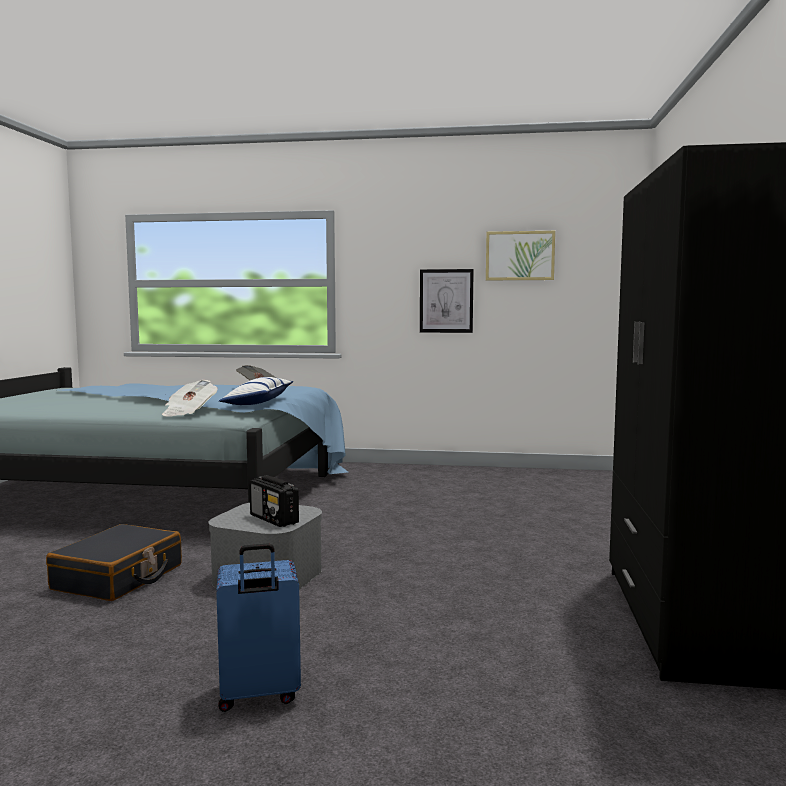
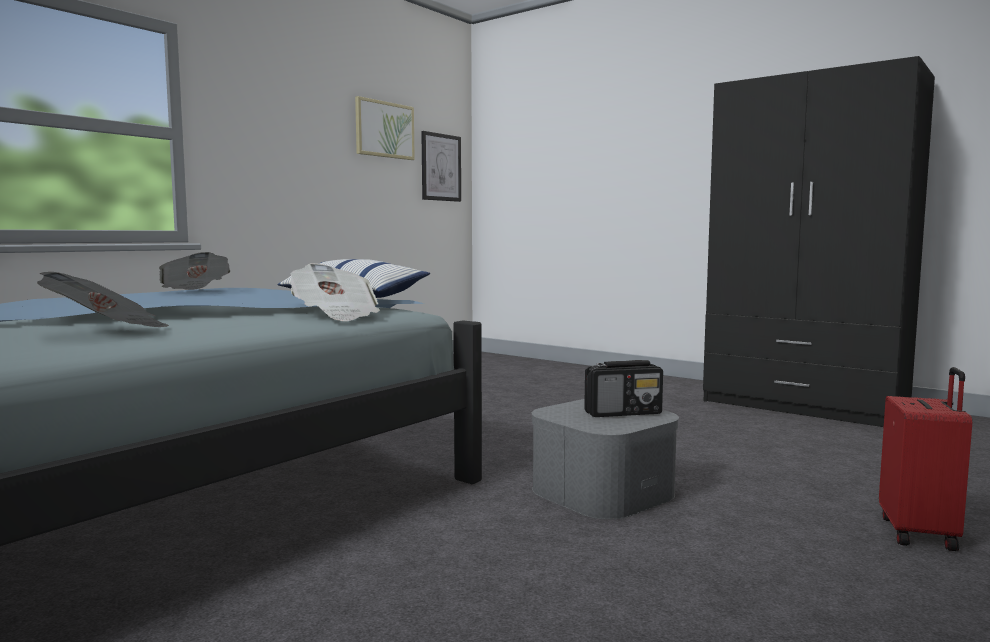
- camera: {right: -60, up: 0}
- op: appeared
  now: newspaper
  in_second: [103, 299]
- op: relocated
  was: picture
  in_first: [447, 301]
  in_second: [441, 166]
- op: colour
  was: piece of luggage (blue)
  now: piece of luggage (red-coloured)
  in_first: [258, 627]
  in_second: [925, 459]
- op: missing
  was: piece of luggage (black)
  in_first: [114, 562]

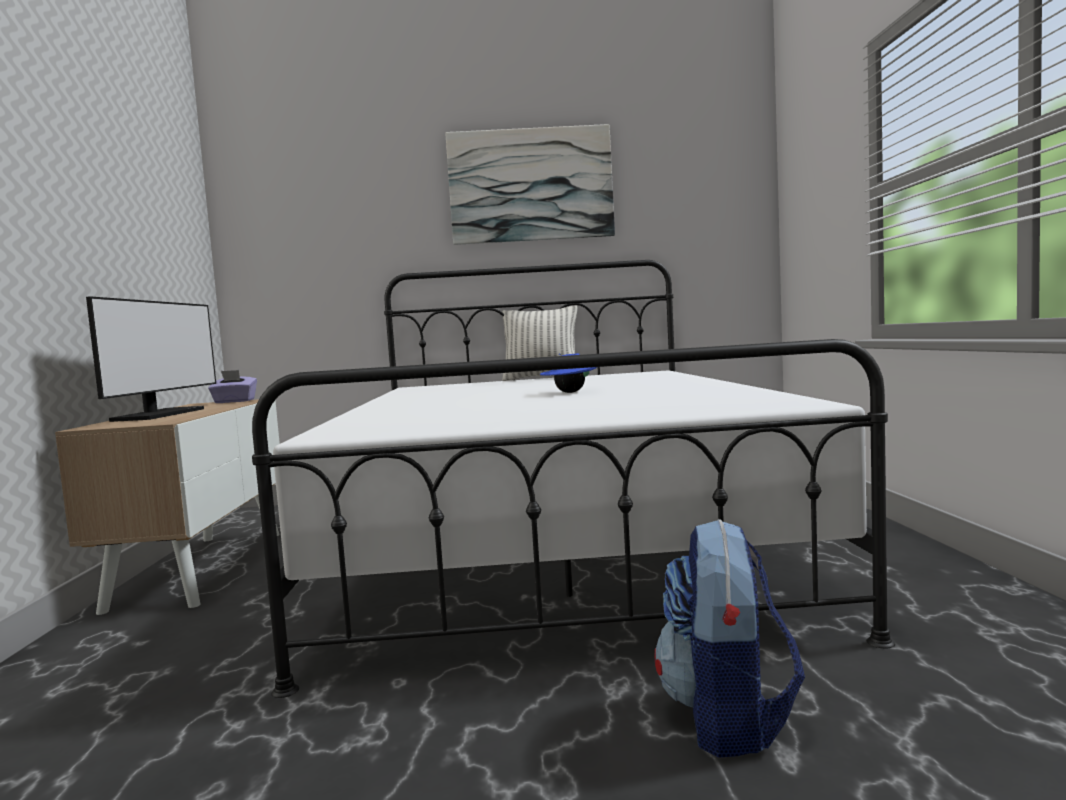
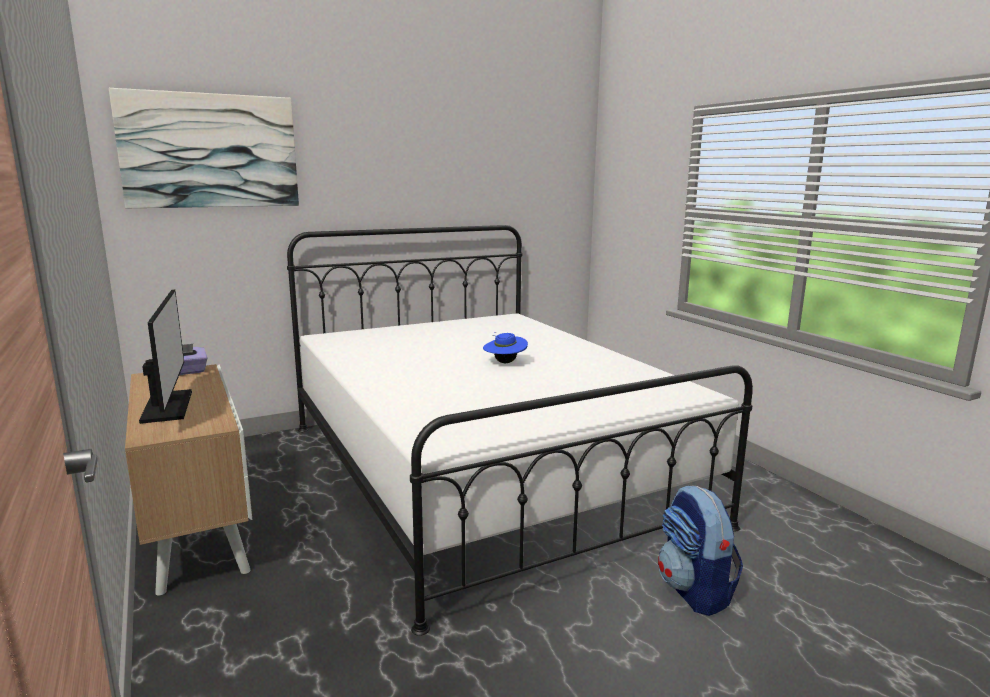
- camera: {right: -25, up: 10}
- op: relocated
  was: picture
  in_first: [530, 184]
  in_second: [204, 148]
- op: missing
  was: throw pillow
  in_first: [540, 343]

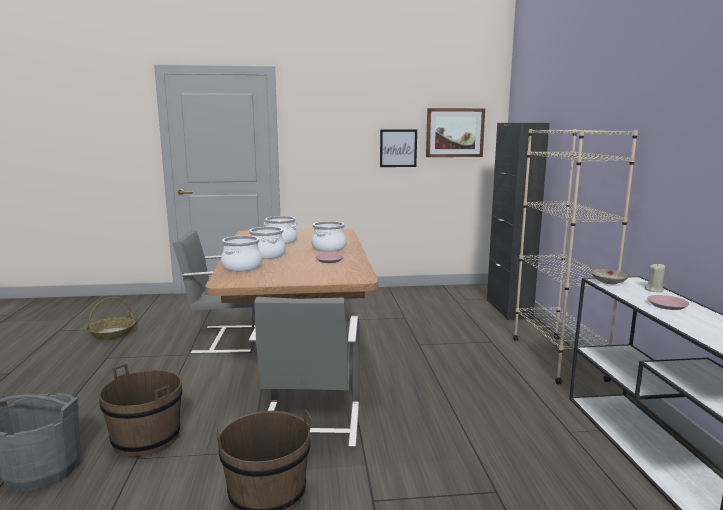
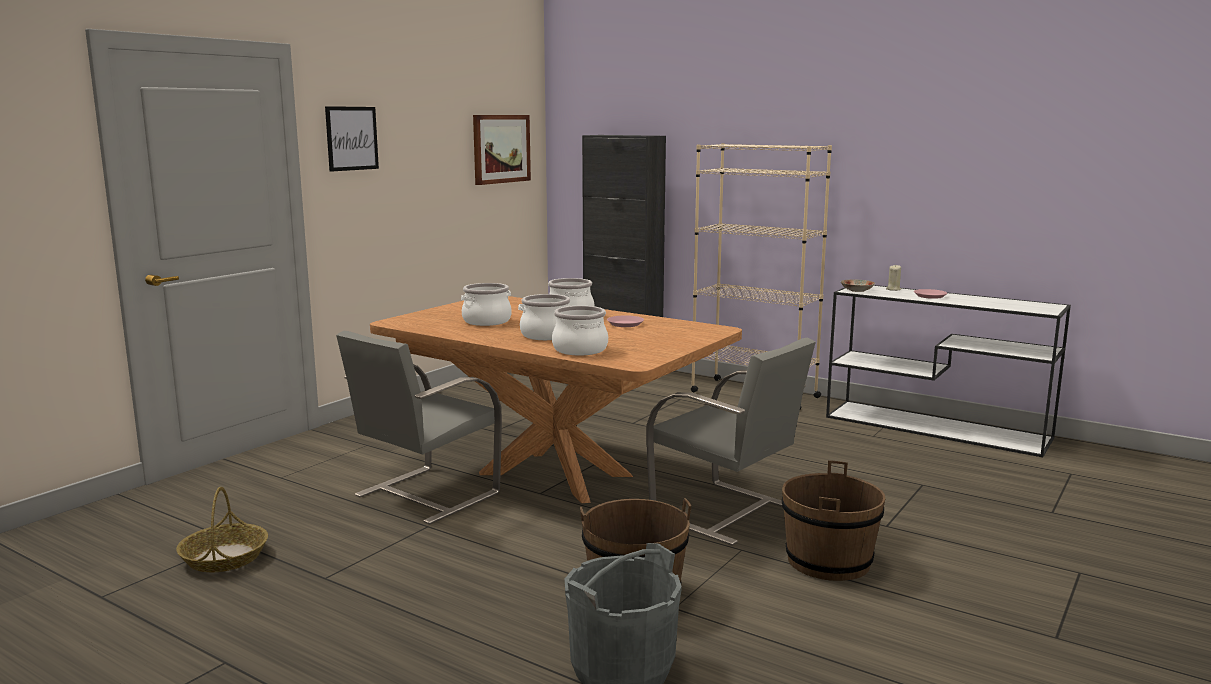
- camera: {right: -50, up: 0}
- op: relocated
  was: picture
  in_first: [398, 148]
  in_second: [352, 139]

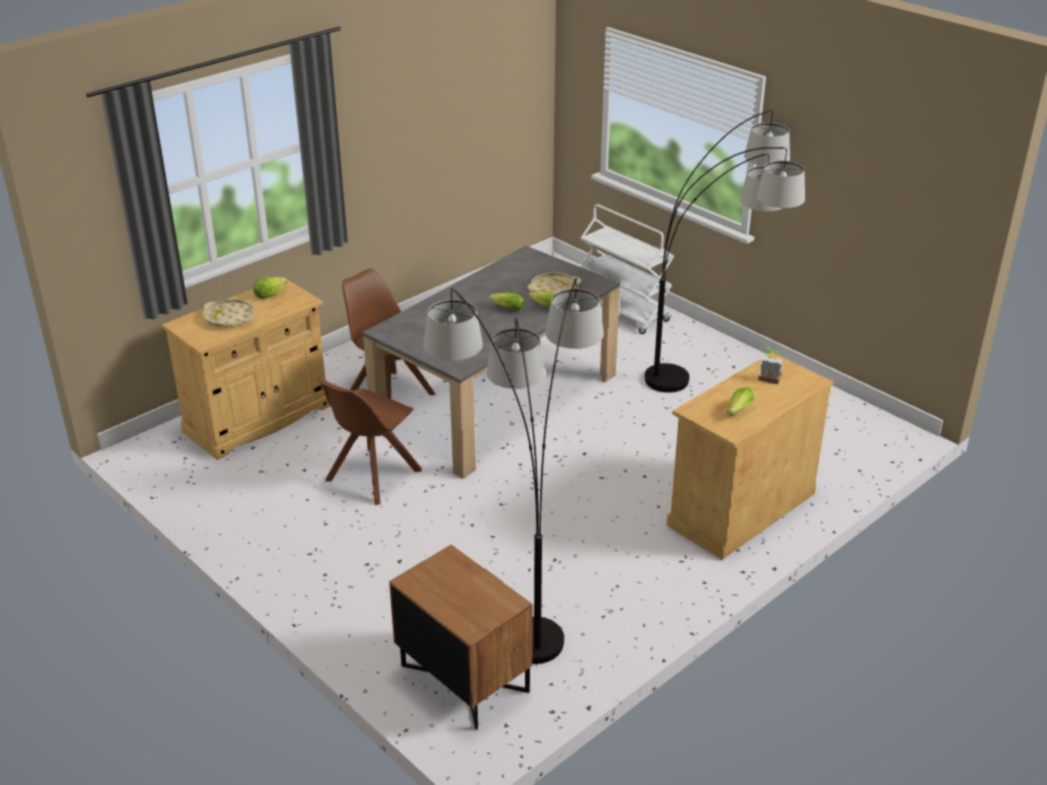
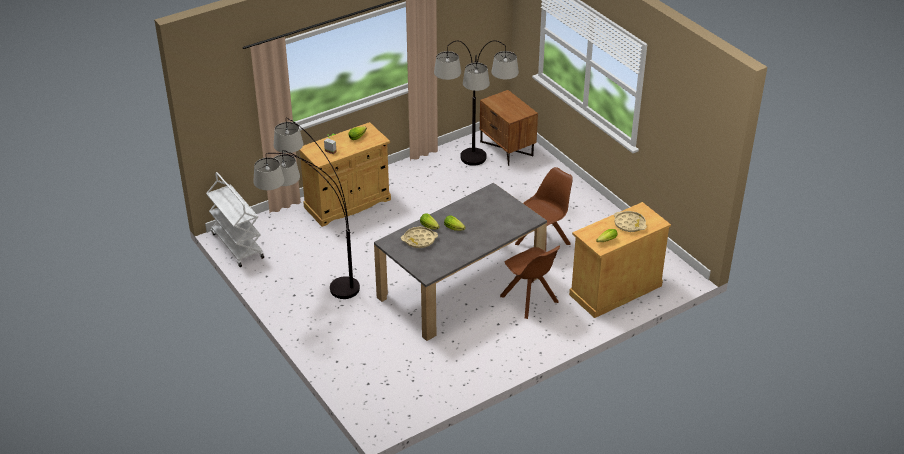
- camera: {right: -170, up: 5}
- op: relocated
  was: cart (white)
  in_first: [627, 269]
  in_second: [235, 219]

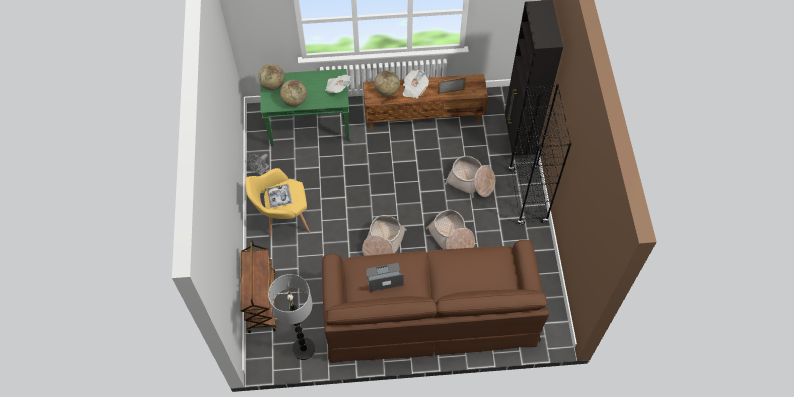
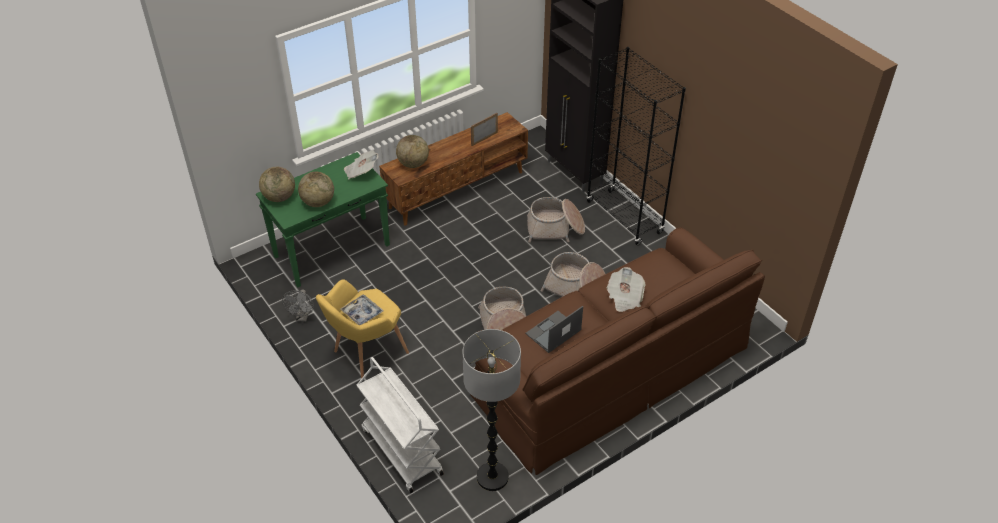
- camera: {right: -30, up: -15}
- op: colour
  was: cart (brown)
  now: cart (white)
  in_first: [258, 287]
  in_second: [400, 425]
- op: relocated
  was: newspaper
  in_first: [416, 84]
  in_second: [626, 289]

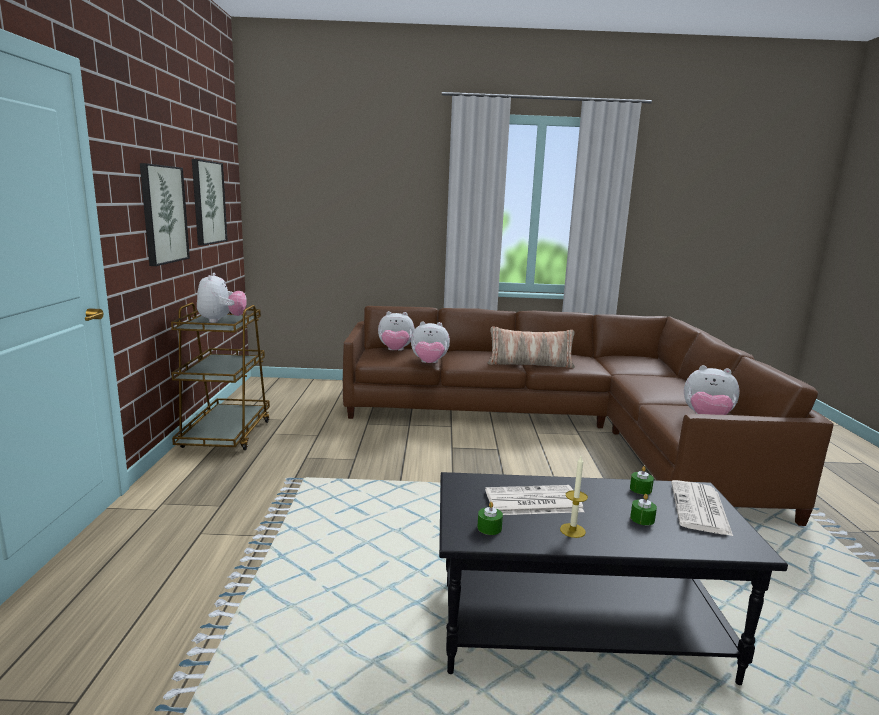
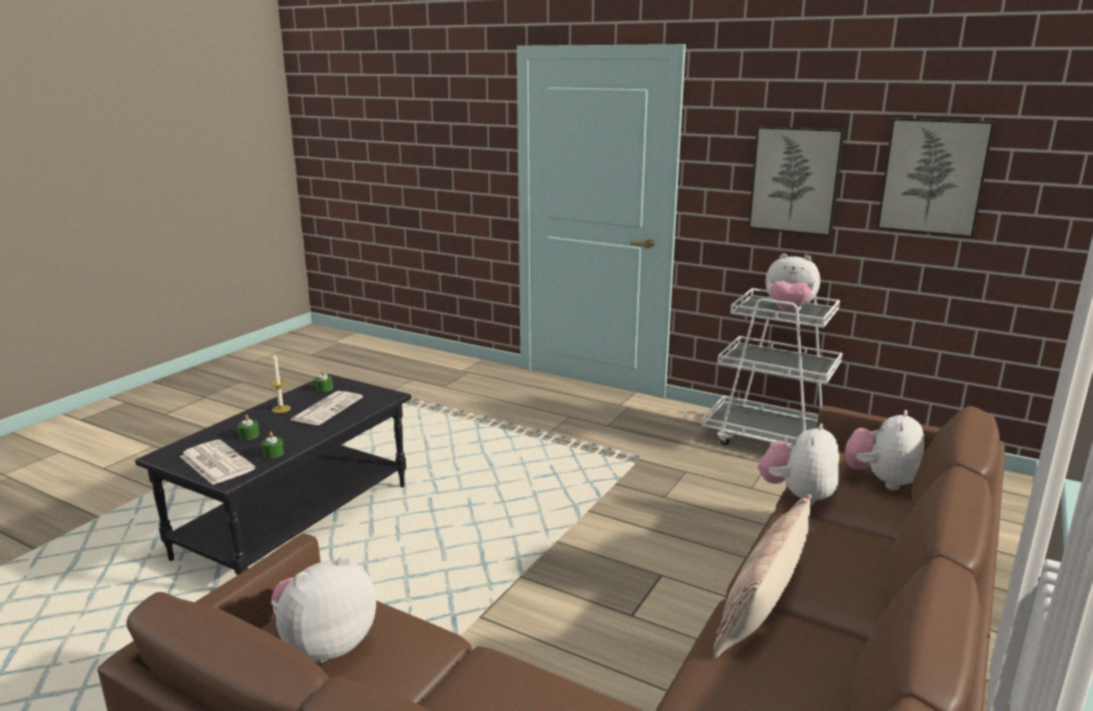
- camera: {right: 120, up: 5}
- op: colour
  was: cart (brown)
  now: cart (white)
  in_first: [220, 376]
  in_second: [772, 367]

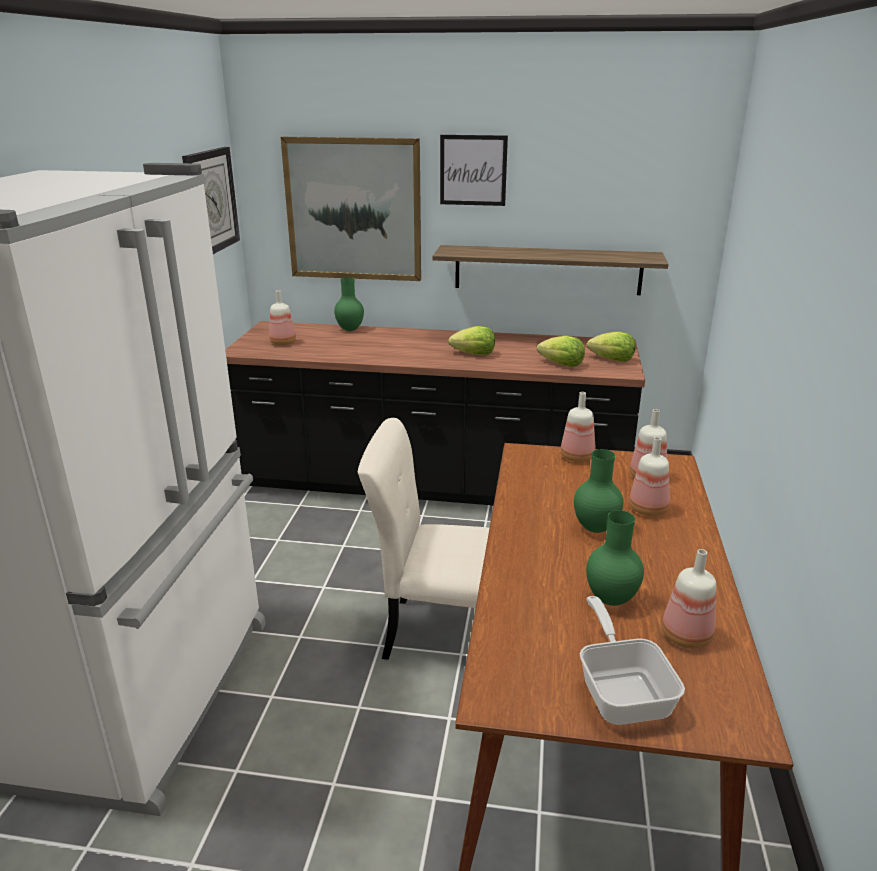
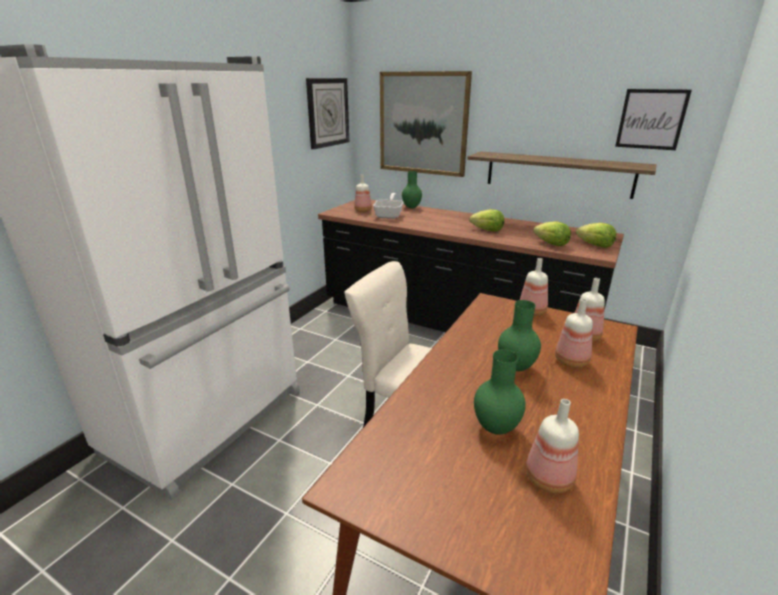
- camera: {right: 20, up: 0}
- op: relocated
  was: frying pan
  in_first: [632, 660]
  in_second: [388, 206]
- op: relocated
  was: picture
  in_first: [474, 170]
  in_second: [653, 119]

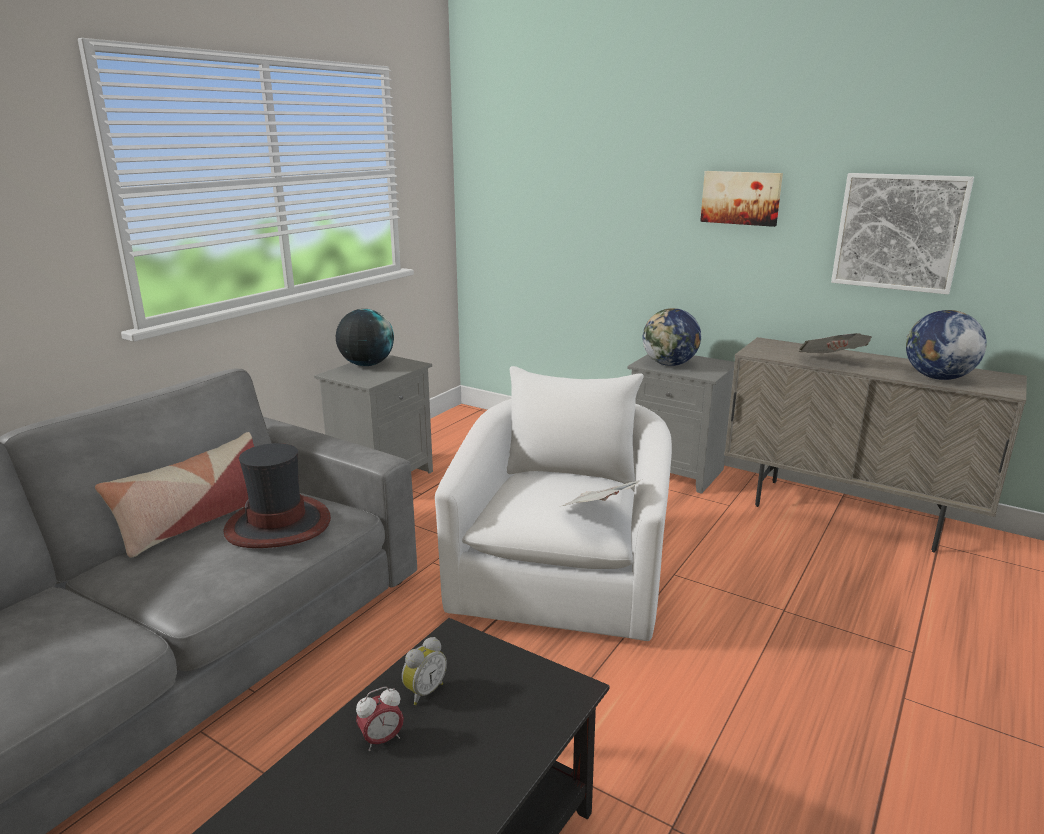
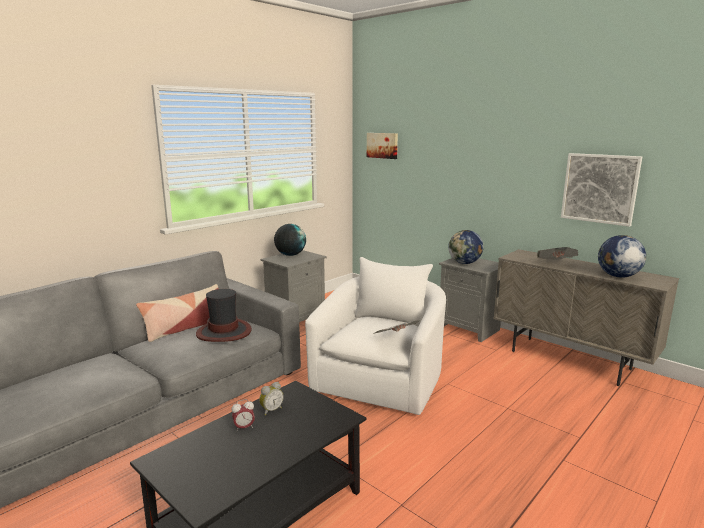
- camera: {right: 10, up: -5}
- op: relocated
  was: picture
  in_first: [741, 199]
  in_second: [382, 146]

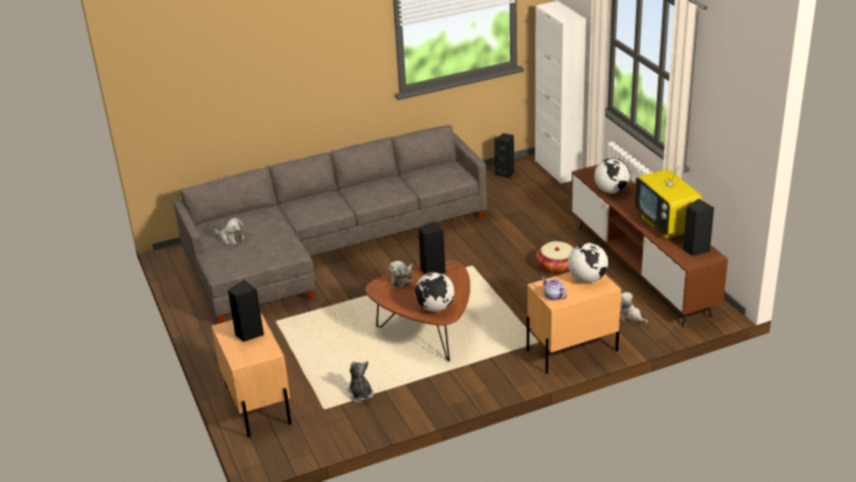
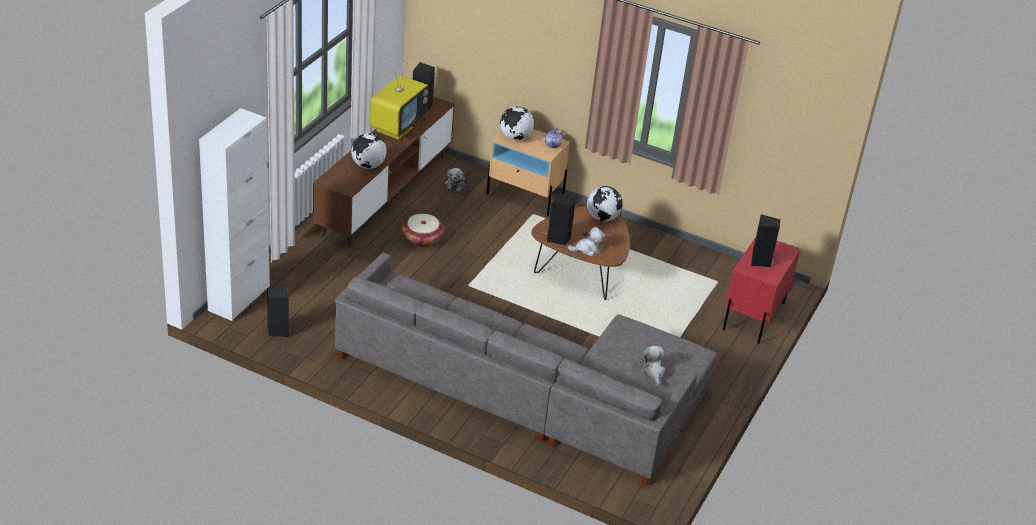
- camera: {right: -135, up: 5}
- op: colour
  was: night table (beige-coloured)
  now: night table (red-coloured)
  in_first: [251, 375]
  in_second: [761, 290]
- op: missing
  was: soft toy
  in_first: [360, 381]

